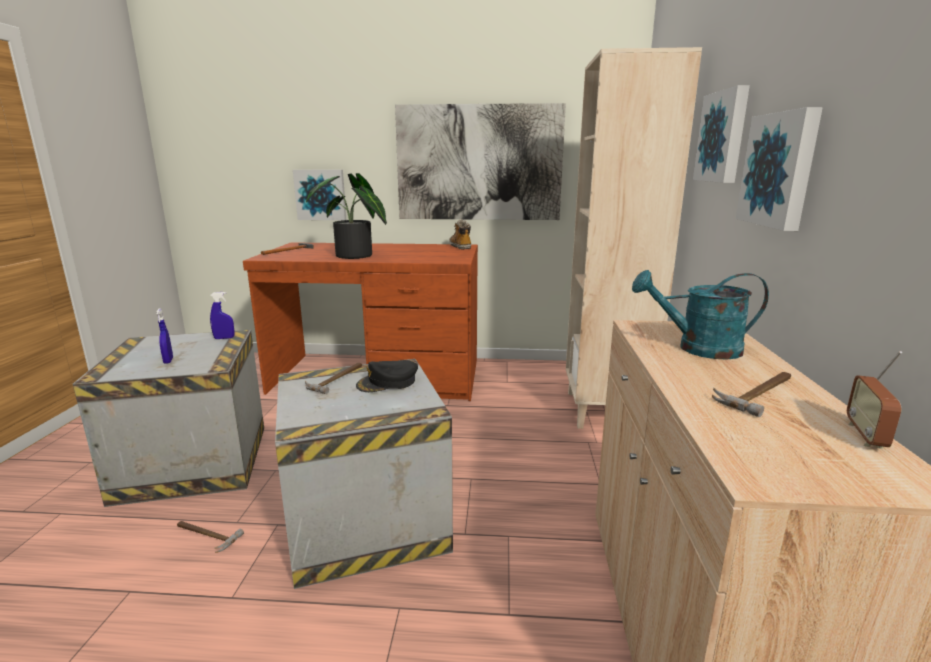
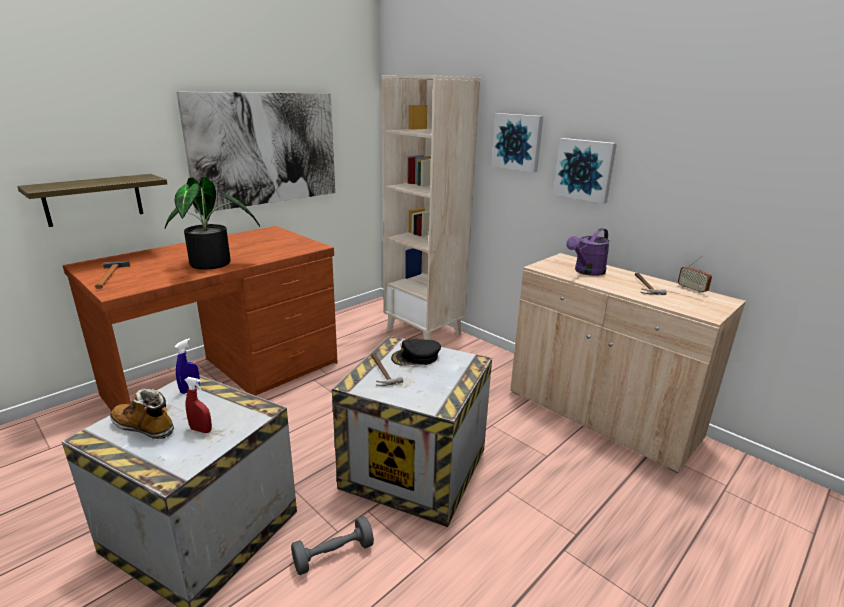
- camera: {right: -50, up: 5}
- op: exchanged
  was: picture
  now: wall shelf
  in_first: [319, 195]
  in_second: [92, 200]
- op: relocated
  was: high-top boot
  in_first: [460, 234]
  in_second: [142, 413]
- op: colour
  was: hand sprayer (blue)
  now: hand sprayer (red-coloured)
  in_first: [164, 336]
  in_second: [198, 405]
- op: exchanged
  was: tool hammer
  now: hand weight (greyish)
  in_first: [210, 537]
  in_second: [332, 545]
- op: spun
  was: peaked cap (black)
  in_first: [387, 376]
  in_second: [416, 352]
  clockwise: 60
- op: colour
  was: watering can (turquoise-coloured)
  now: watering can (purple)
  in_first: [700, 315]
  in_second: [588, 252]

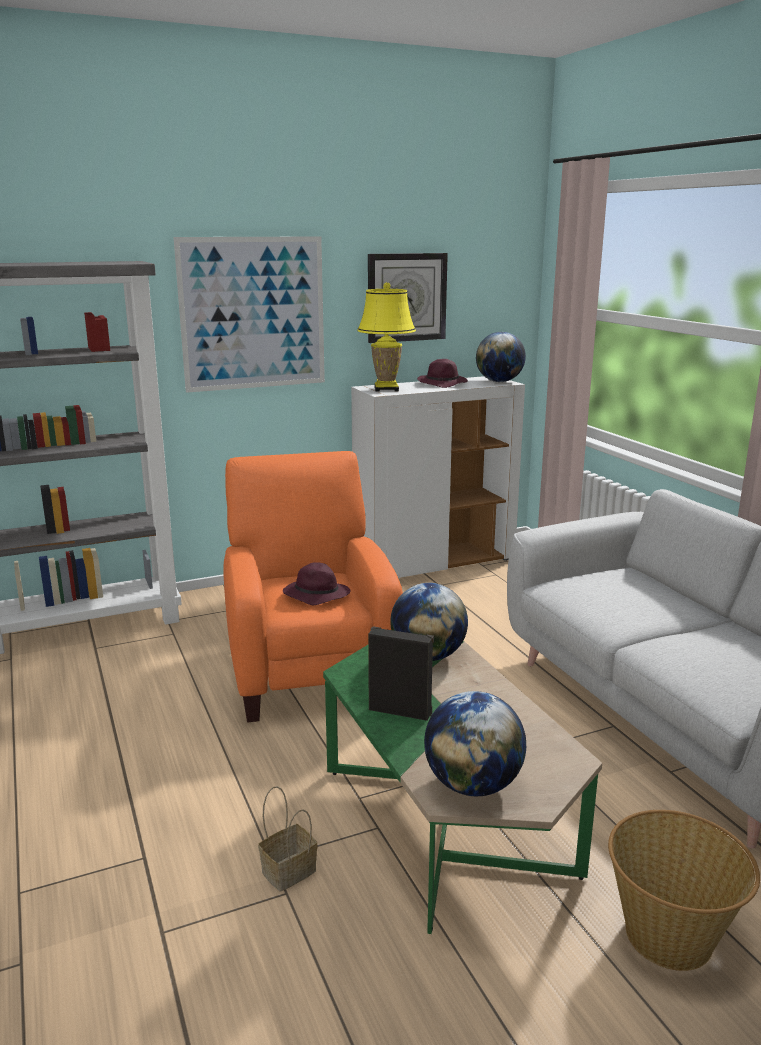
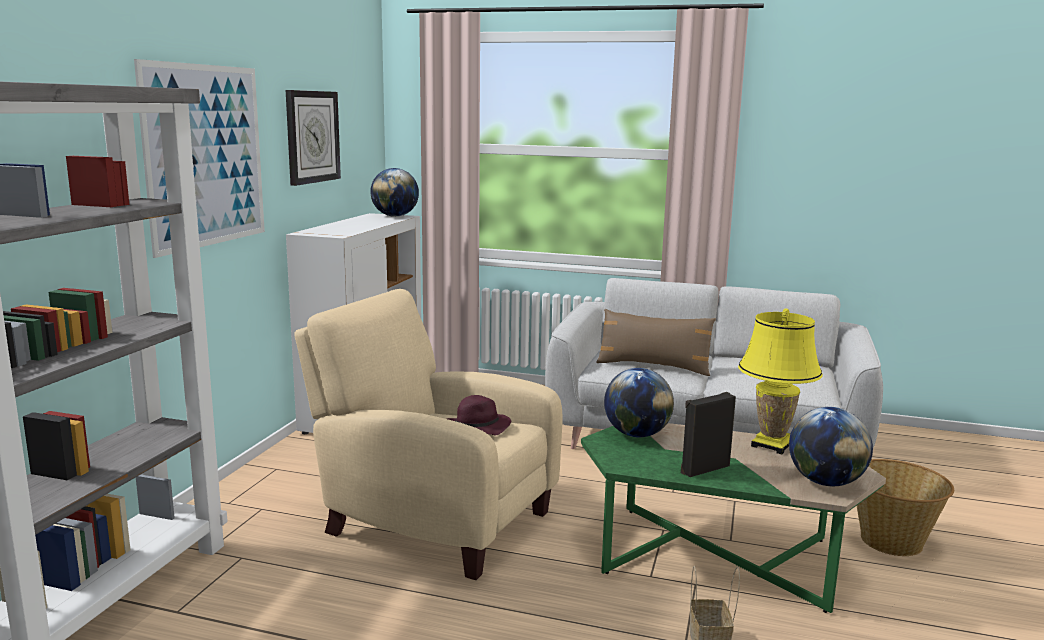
- camera: {right: -50, up: -5}
- op: colour
  was: armchair (orangey)
  now: armchair (beige-coloured)
  in_first: [313, 586]
  in_second: [428, 434]
- op: appeared
  now: throw pillow (brown)
  in_second: [656, 342]
- op: relocated
  was: lamp for a table (yellowish)
  in_first: [386, 337]
  in_second: [780, 381]
- op: missing
  was: wearable hat (purple)
  in_first: [442, 373]

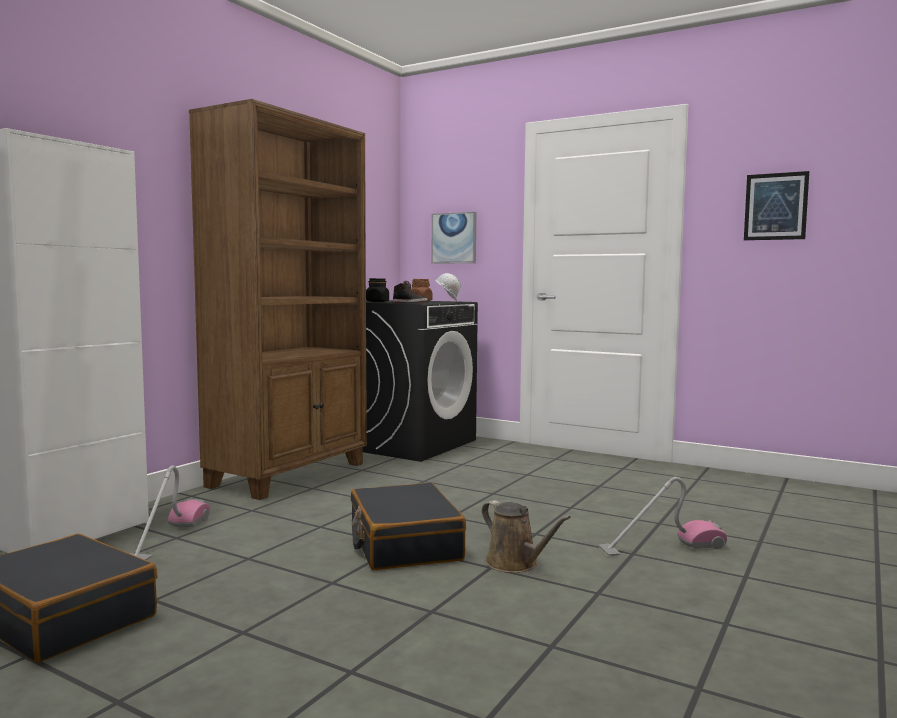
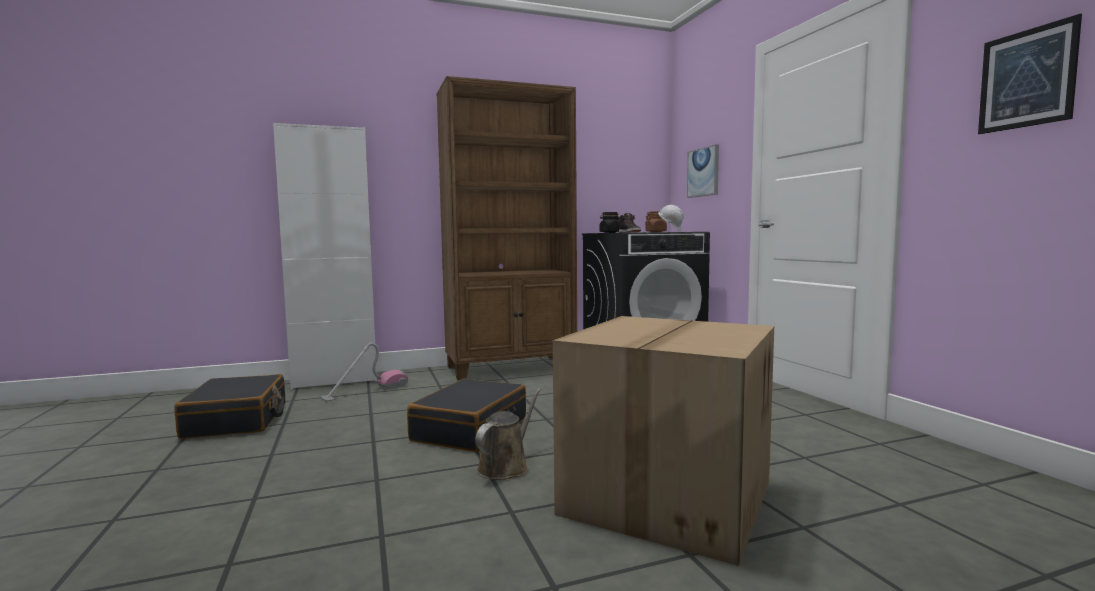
- camera: {right: 40, up: 0}
- op: spun
  was: watering can (brown)
  in_first: [526, 536]
  in_second: [508, 434]
  clockwise: -150
- op: exchanged
  was: hoover
  now: packing box
  in_first: [663, 517]
  in_second: [663, 441]

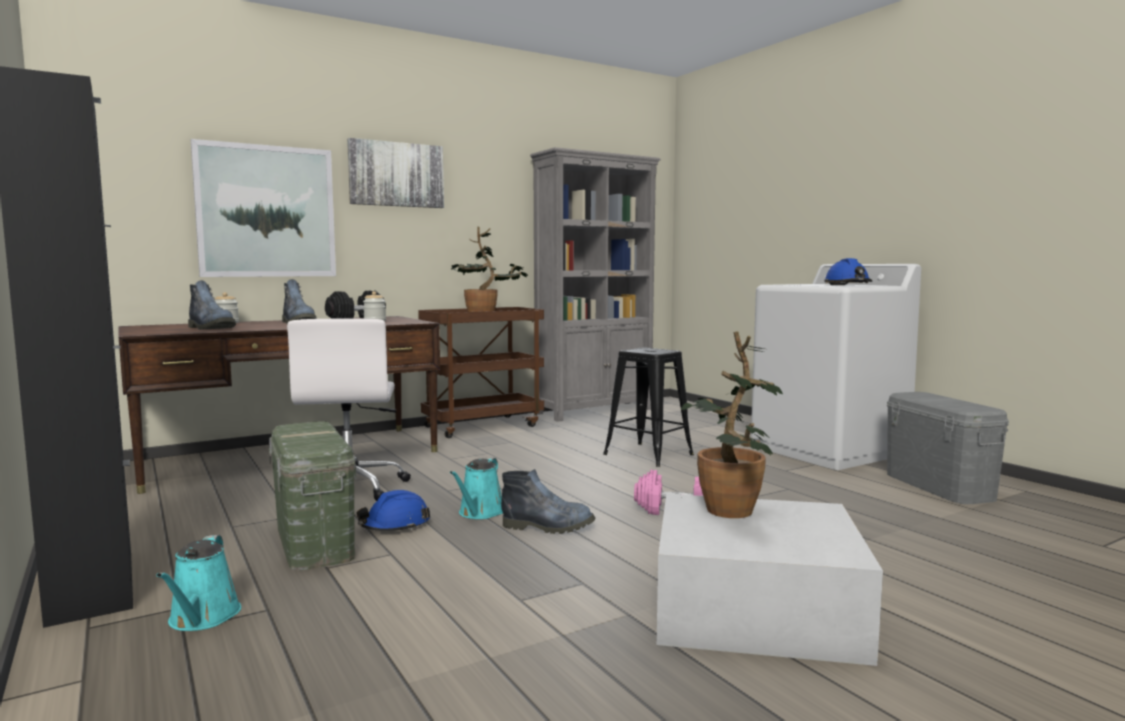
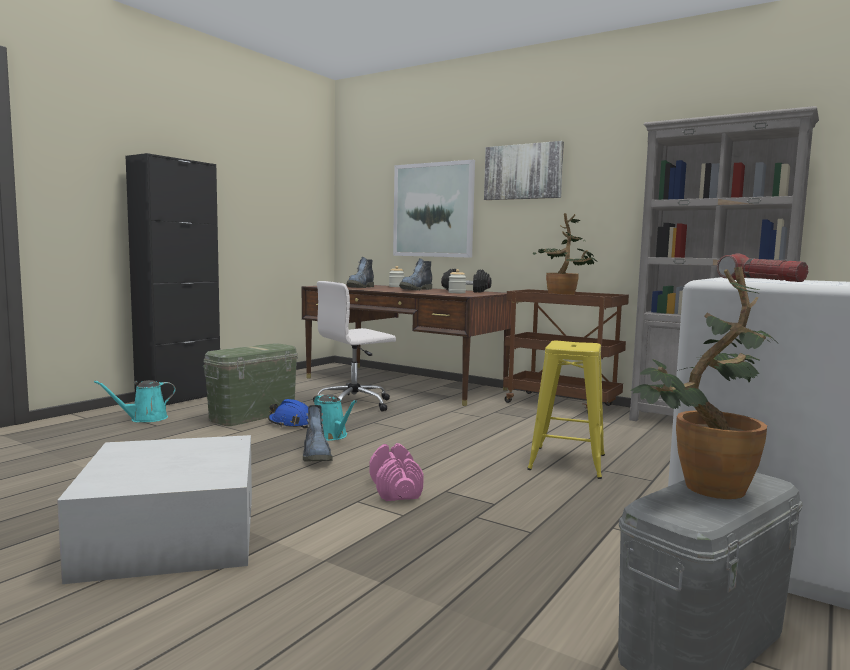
- camera: {right: 65, up: 0}
- op: spun
  was: watering can (turquoise-coloured)
  in_first: [476, 488]
  in_second: [335, 417]
  clockwise: -120
- op: colour
  was: sitting stool (black)
  now: sitting stool (yellowish)
  in_first: [648, 407]
  in_second: [566, 410]
- op: relocated
  was: potted plant
  in_first: [732, 424]
  in_second: [705, 383]
- op: exchanged
  was: work helmet (blue)
  now: flashlight
  in_first: [848, 271]
  in_second: [762, 267]

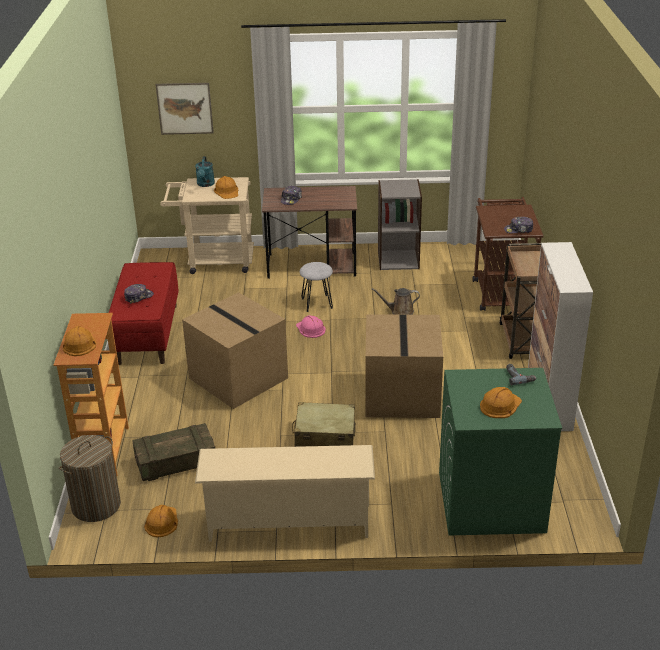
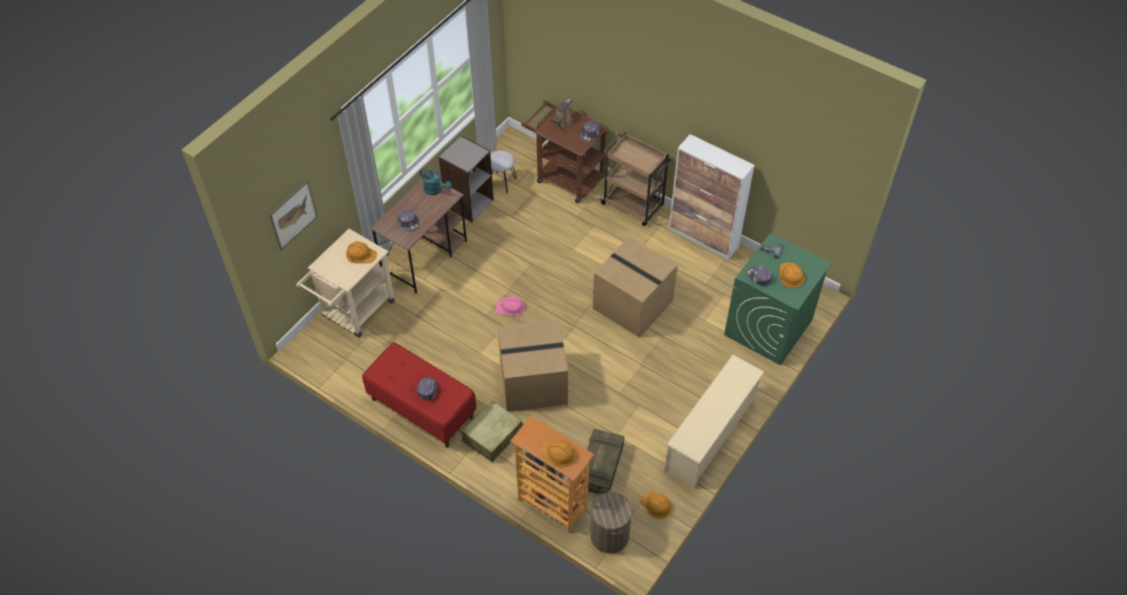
- camera: {right: -55, up: 20}
- op: relocated
  was: watering can (turquoise-coloured)
  in_first: [205, 171]
  in_second: [435, 182]
- op: relocated
  was: piece of luggage (beige-coloured)
  in_first: [324, 424]
  in_second: [492, 431]
- op: relocated
  was: sitting stool (greyish)
  in_first: [316, 287]
  in_second: [503, 172]
- op: relocated
  was: watering can (brown)
  in_first: [395, 301]
  in_second: [560, 113]
- op: appeared
  now: peaked cap
  in_second: [759, 275]

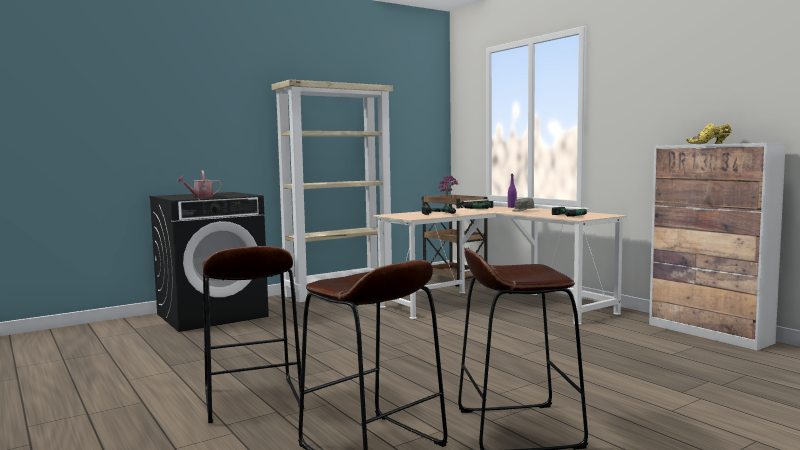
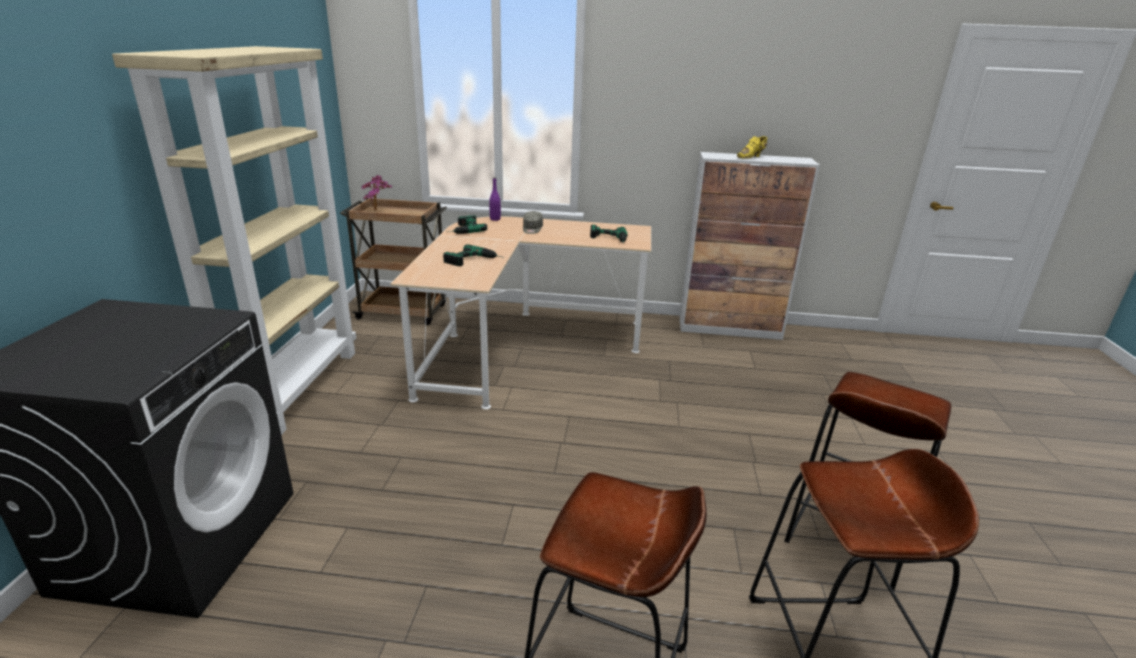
- camera: {right: -50, up: 20}
- op: missing
  was: watering can
  in_first: [199, 184]

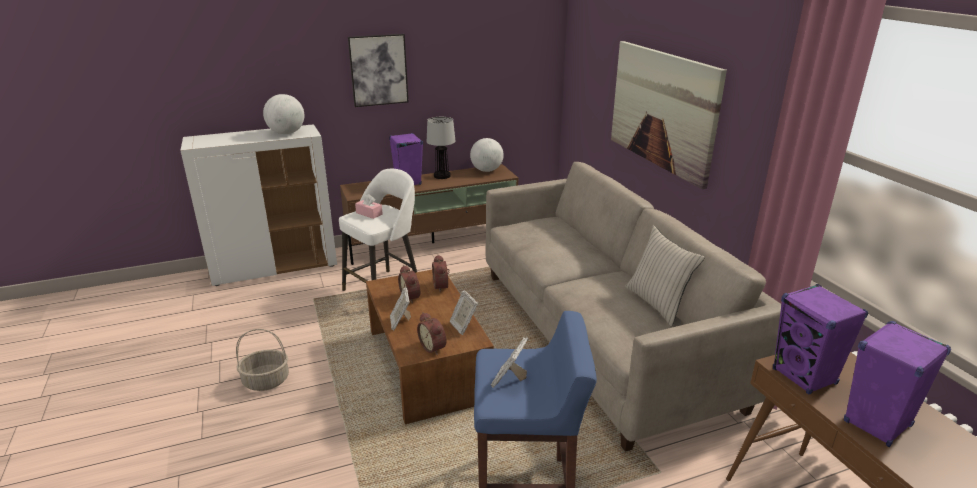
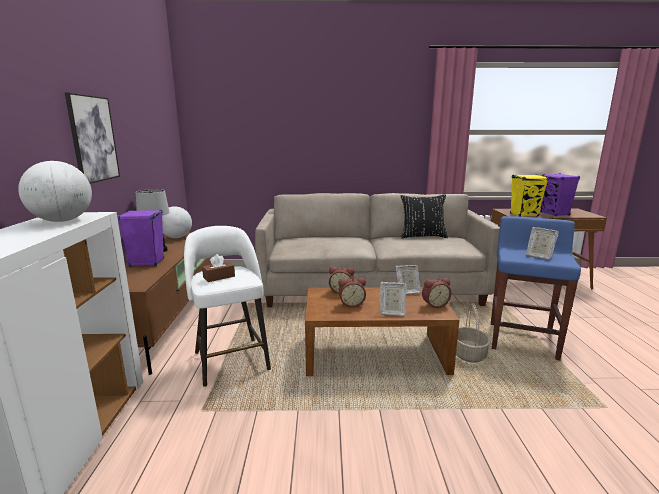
- camera: {right: -70, up: -10}
- op: colour
  was: tissue holder (pink)
  now: tissue holder (brown)
  in_first: [369, 206]
  in_second: [218, 268]
- op: colour
  was: throw pillow (beige-coloured)
  now: throw pillow (black)
  in_first: [665, 276]
  in_second: [424, 216]
- op: relocated
  was: storage basket
  in_first: [262, 360]
  in_second: [473, 333]
- op: colour
  was: speaker (purple)
  now: speaker (yellowish)
  in_first: [820, 339]
  in_second: [529, 195]
- op: missing
  was: picture
  in_first: [669, 115]

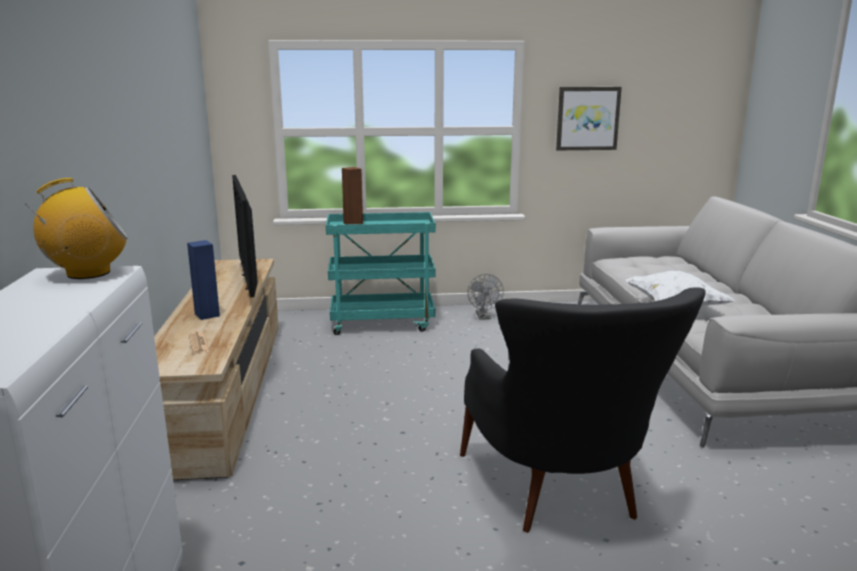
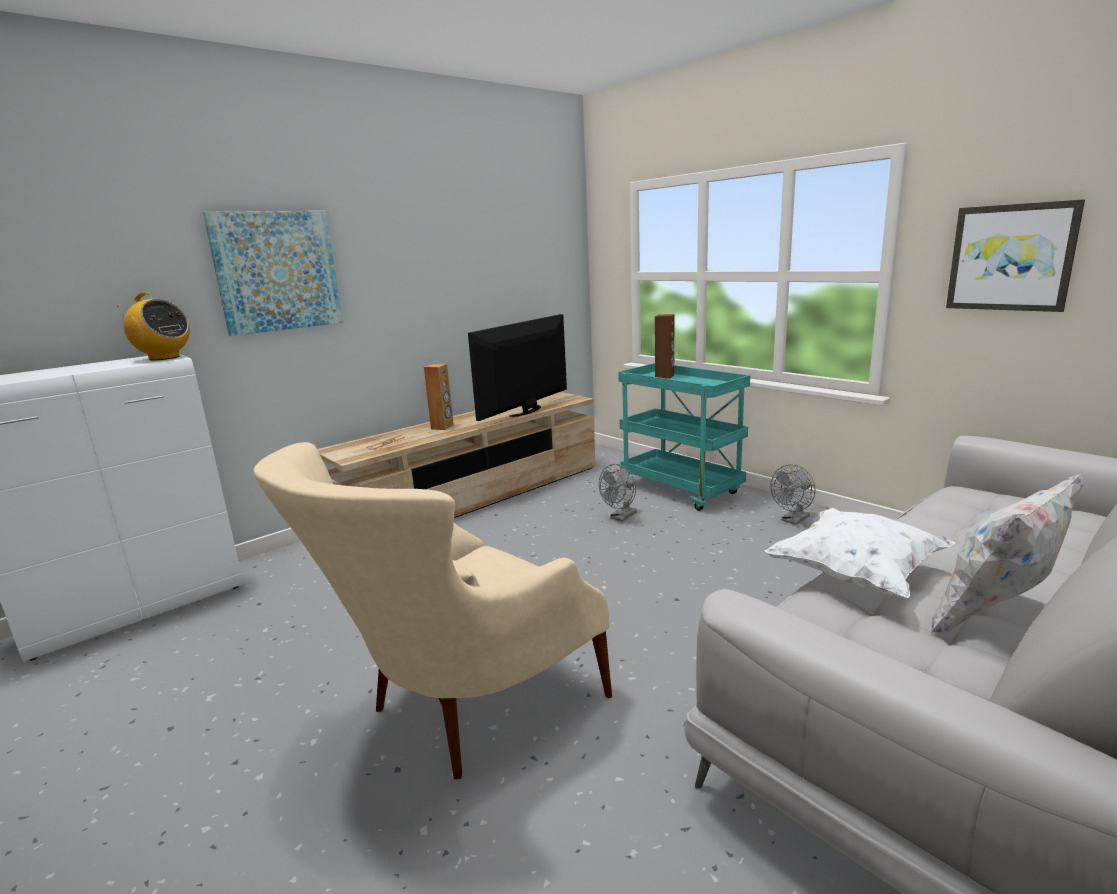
- camera: {right: 55, up: 0}
- op: appeared
  now: picture
  in_second: [273, 273]
- op: colour
  was: armchair (black)
  now: armchair (beige-coloured)
  in_first: [583, 410]
  in_second: [432, 610]
- op: colour
  was: speaker (blue)
  now: speaker (brown)
  in_first: [203, 280]
  in_second: [439, 397]
- op: appeared
  now: electric fan (greyish)
  in_second: [618, 492]
- op: appeared
  now: throw pillow (white)
  in_second: [1007, 553]

